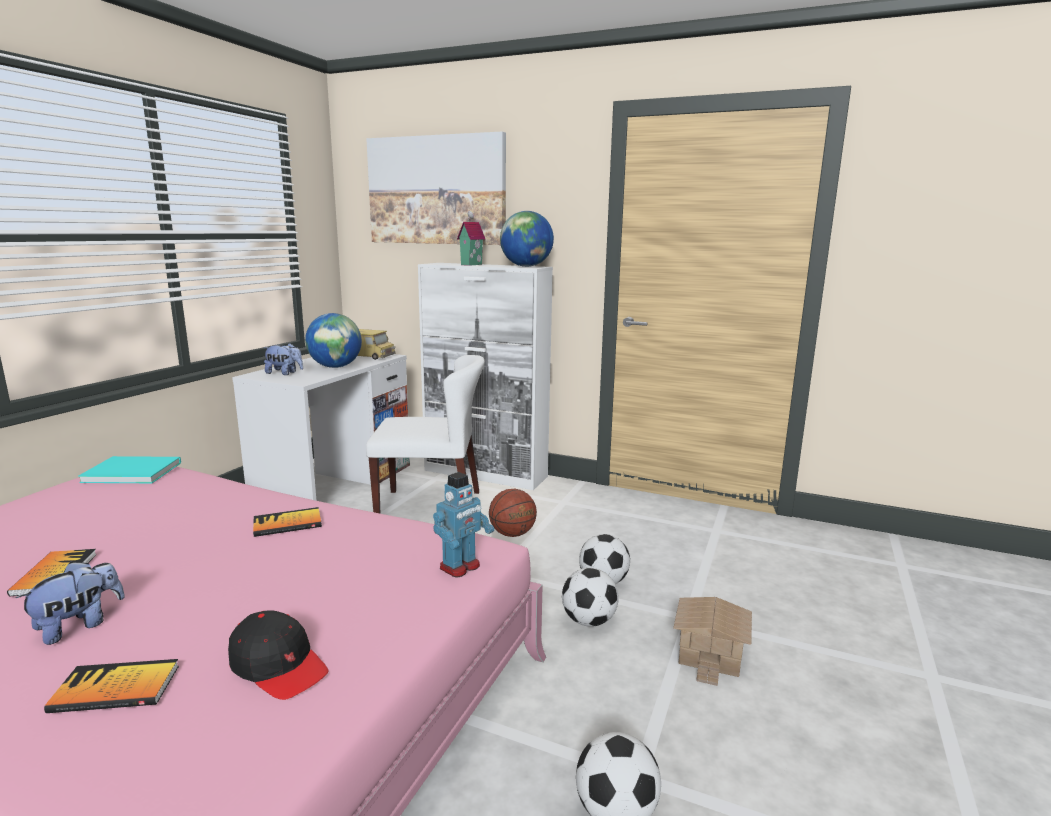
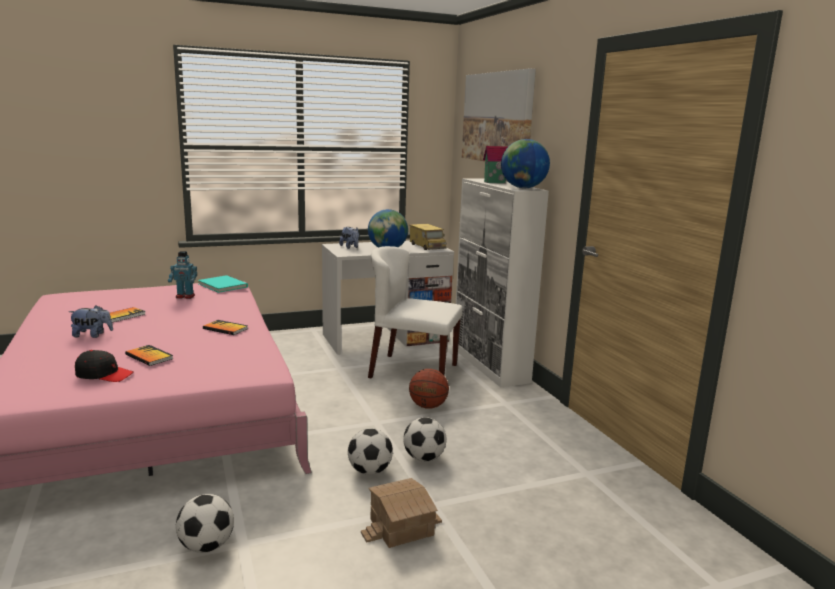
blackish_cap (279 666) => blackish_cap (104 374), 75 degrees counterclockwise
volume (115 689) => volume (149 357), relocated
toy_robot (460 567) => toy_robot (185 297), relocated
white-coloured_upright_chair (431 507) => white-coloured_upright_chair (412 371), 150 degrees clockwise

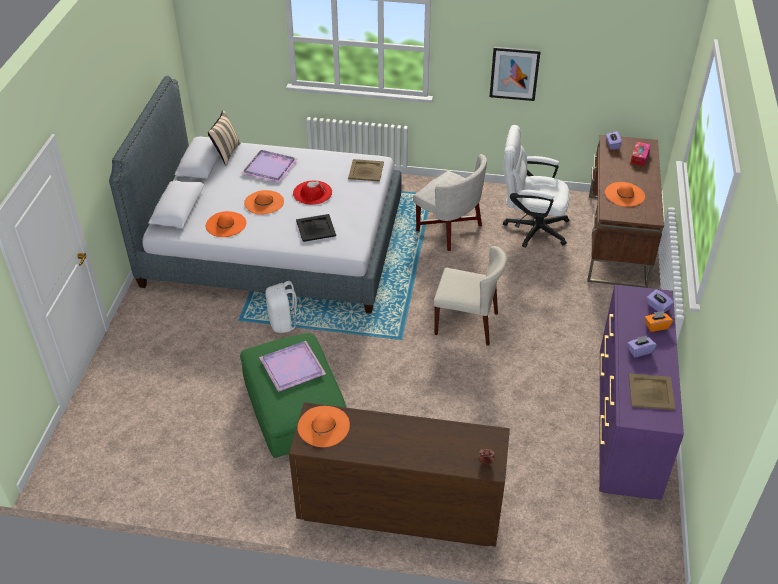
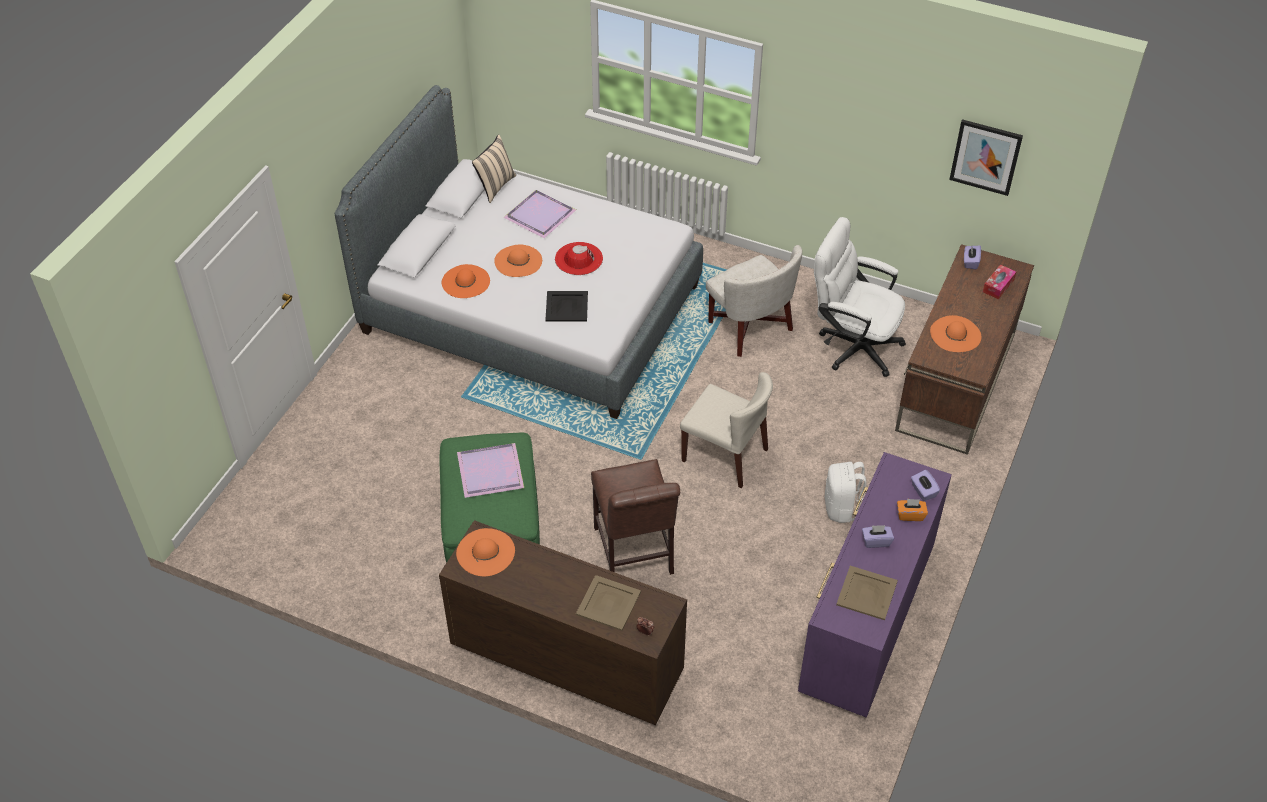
beige_tray (366 170) => beige_tray (609 603), relocated
nothing => brownish_upright_chair (634 555)
white-coloured_rucksack (284 322) => white-coloured_rucksack (842 508), relocated
wall_picture (514 73) => wall_picture (985 157), relocated

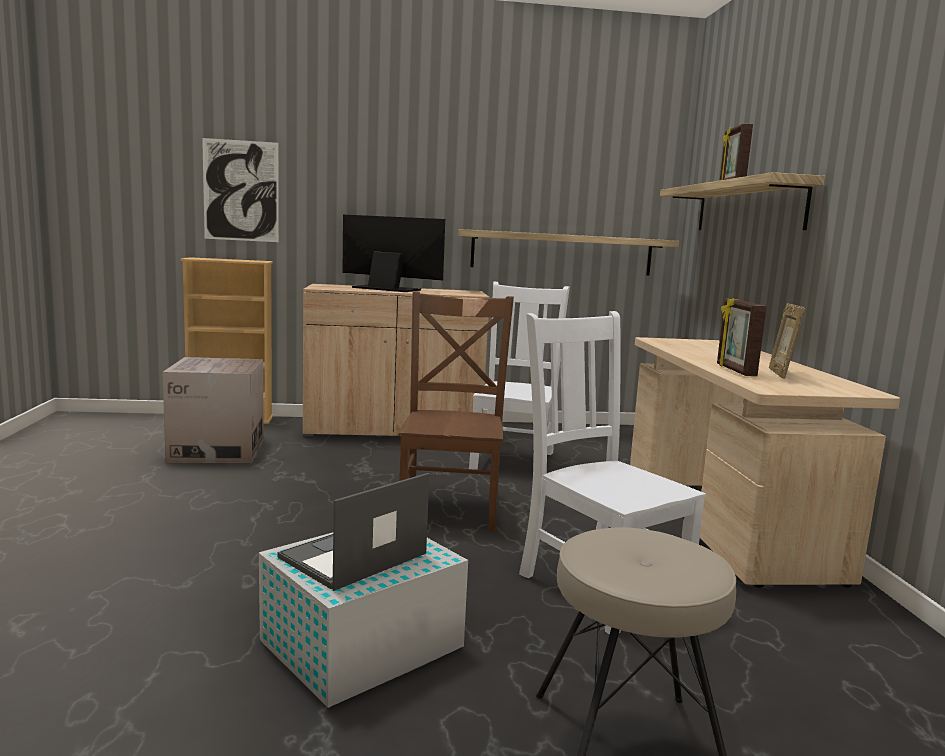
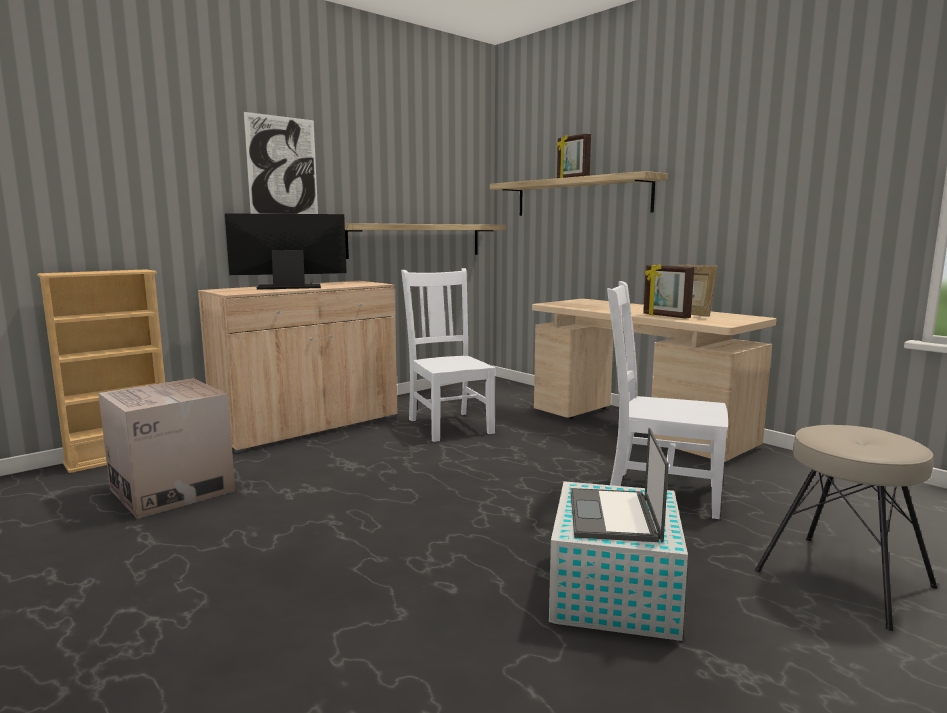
wall_picture (241 191) => wall_picture (282 166), relocated
brownish_upright_chair (451 506) => nothing

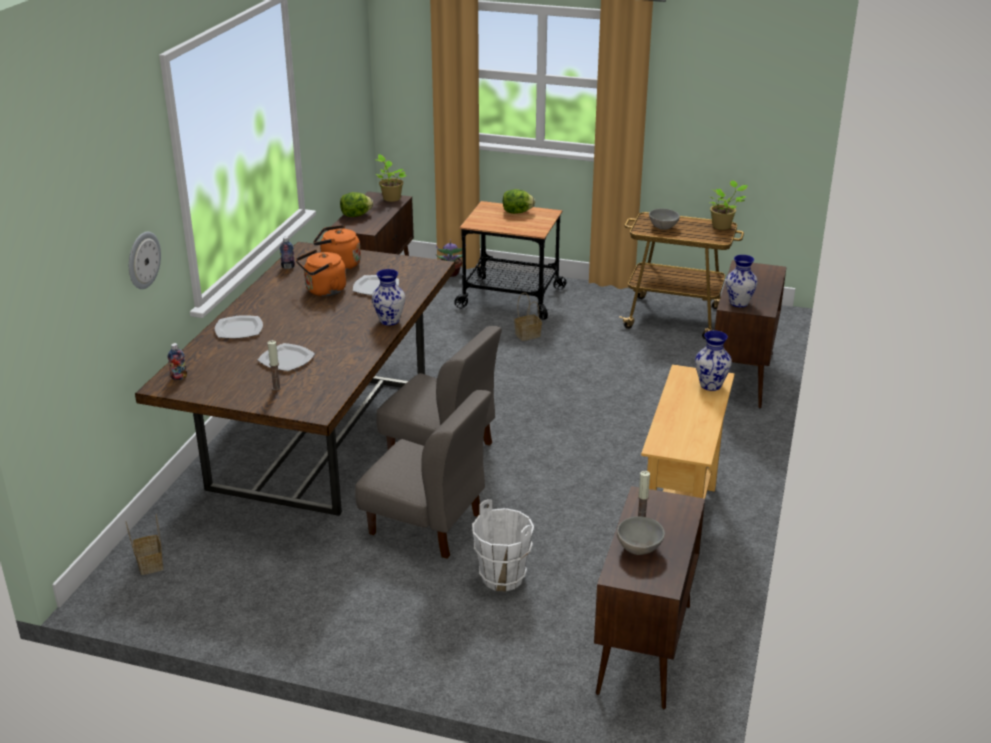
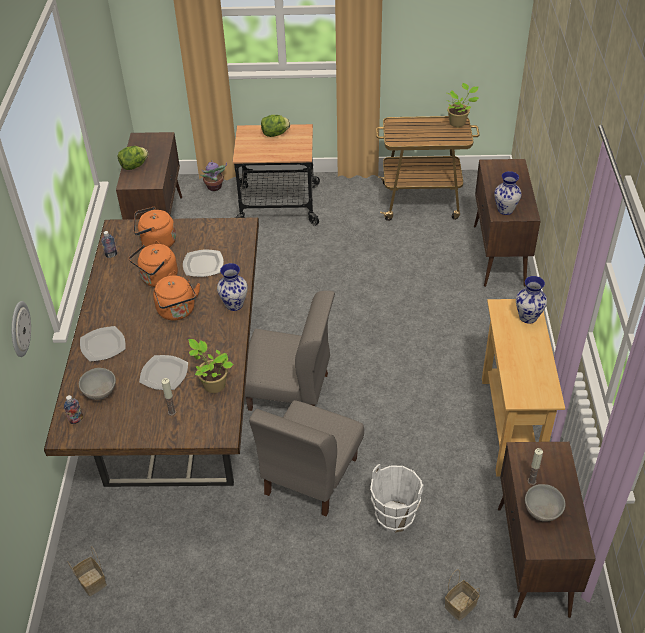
gray_serving_bowl (663 227) => gray_serving_bowl (100 392), relocated
nothing => orangey_tea_kettle (177 311)
houseplant (390 198) => houseplant (213 384), relocated
gray_upright_chair (426 524) => gray_upright_chair (310 476), 105 degrees clockwise
household_basket (527 335) => household_basket (460 607), relocated

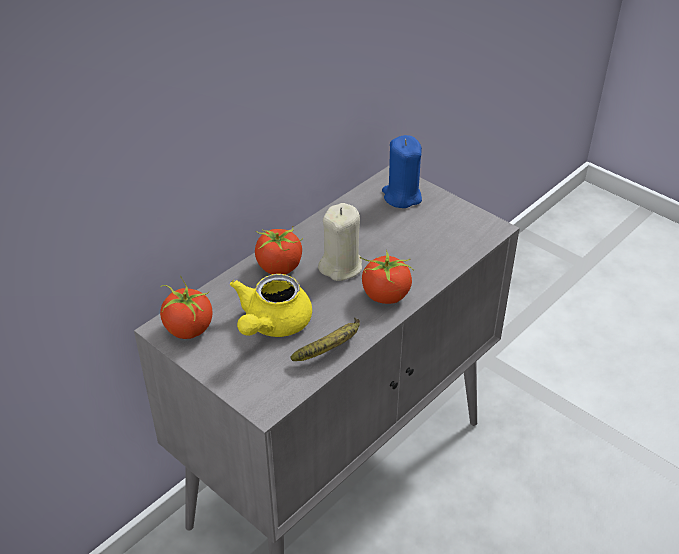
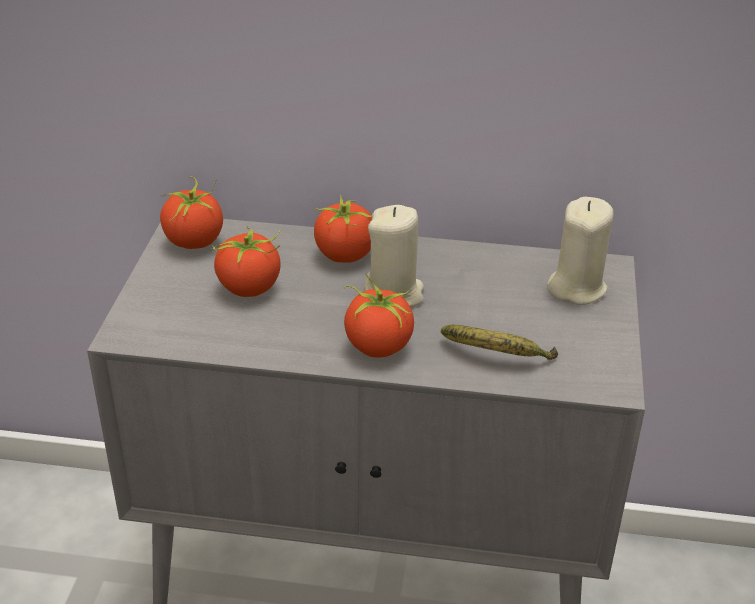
yellow-coloured_tea_pot (271 324) => tomato (250 288)
banana_fruit (332 348) => banana_fruit (496 356), relocated
bluish_candle (401 196) => beige_candle (576 287)

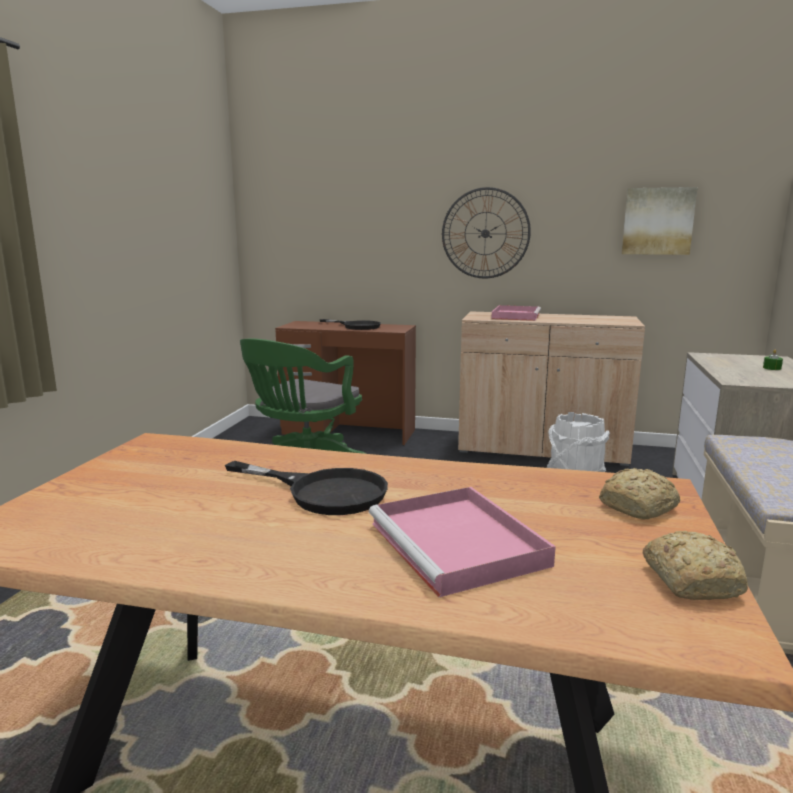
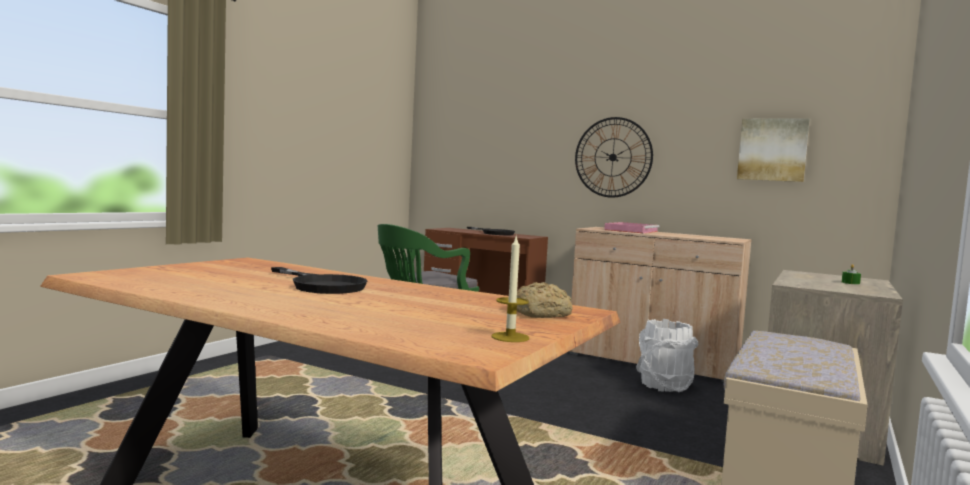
bakery_bread (691 580) => candle (510 337)
pink_tray (459 545) => nothing

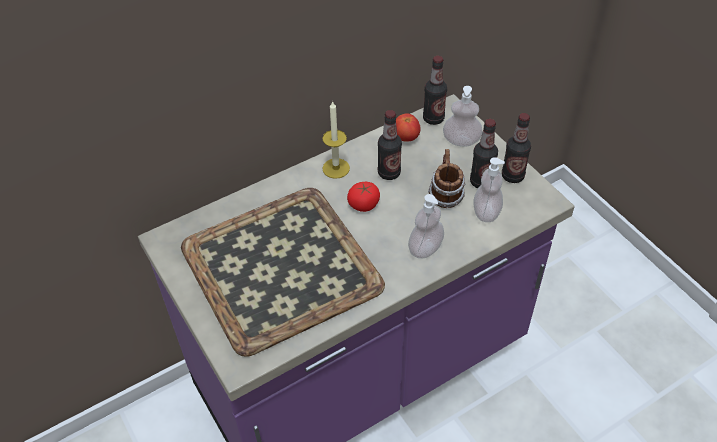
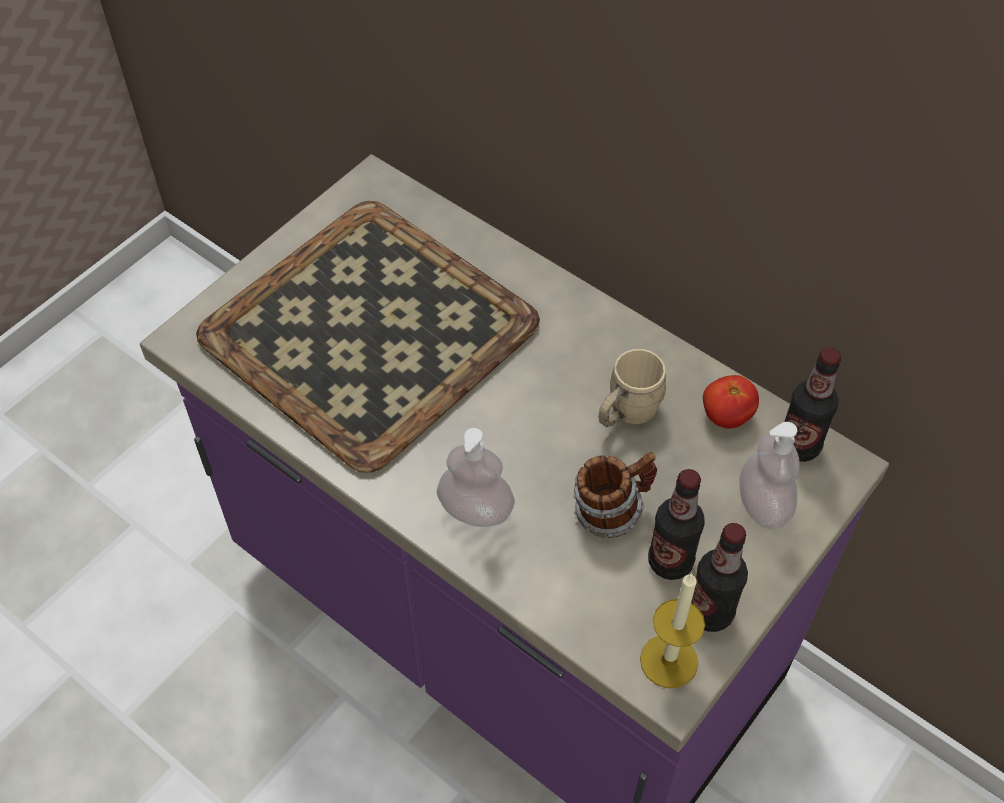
bottle (389 173) => beige_coffee_mug (626 414)
candle (336 168) => candle (669 661), relocated
tomato (363 204) => nothing
liquid_soap_bottle (486 212) => nothing

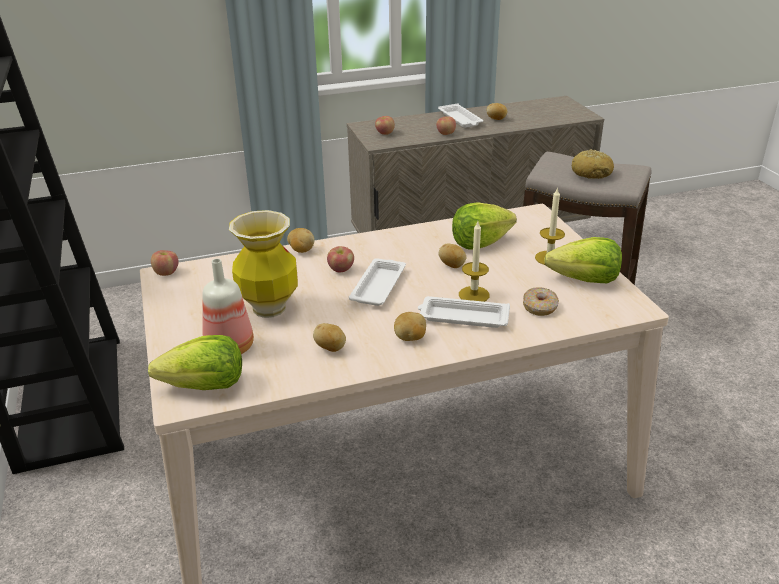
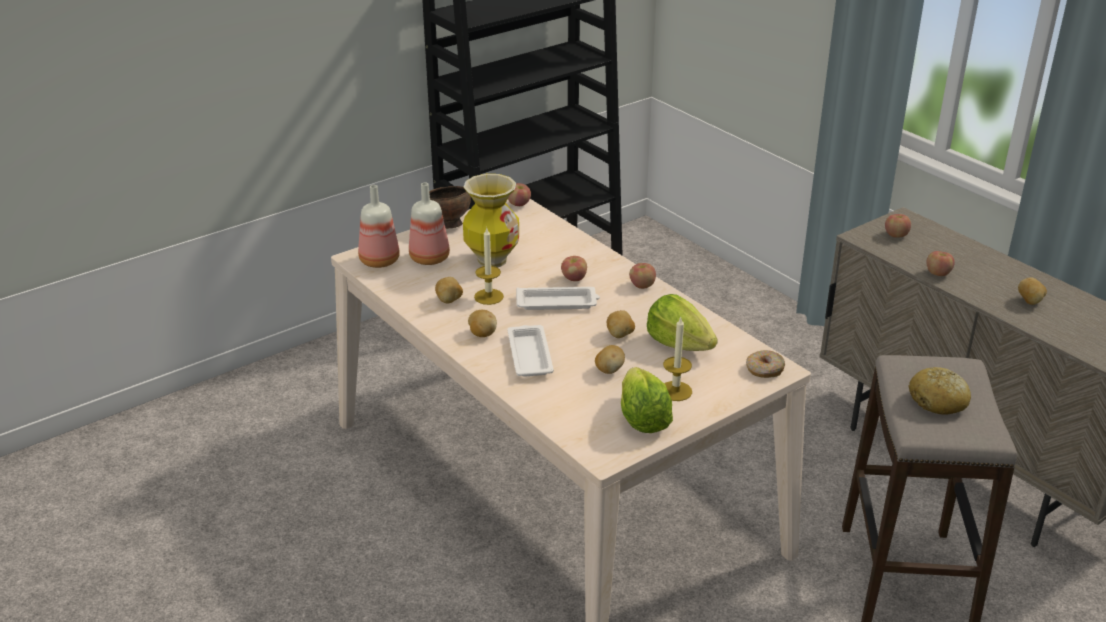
lettuce_head (205 386) => bottle (379 261)
nothing => brownish_serving_bowl (448 226)
candle (474 295) => candle (489 296), relocated
potato (301 250) => potato (609 370), relocated
nothing => whole_apple (642 285)
ring_doughnut (540 307) => ring_doughnut (764 370), relocated
white-coloured_tray (460 119) => nothing

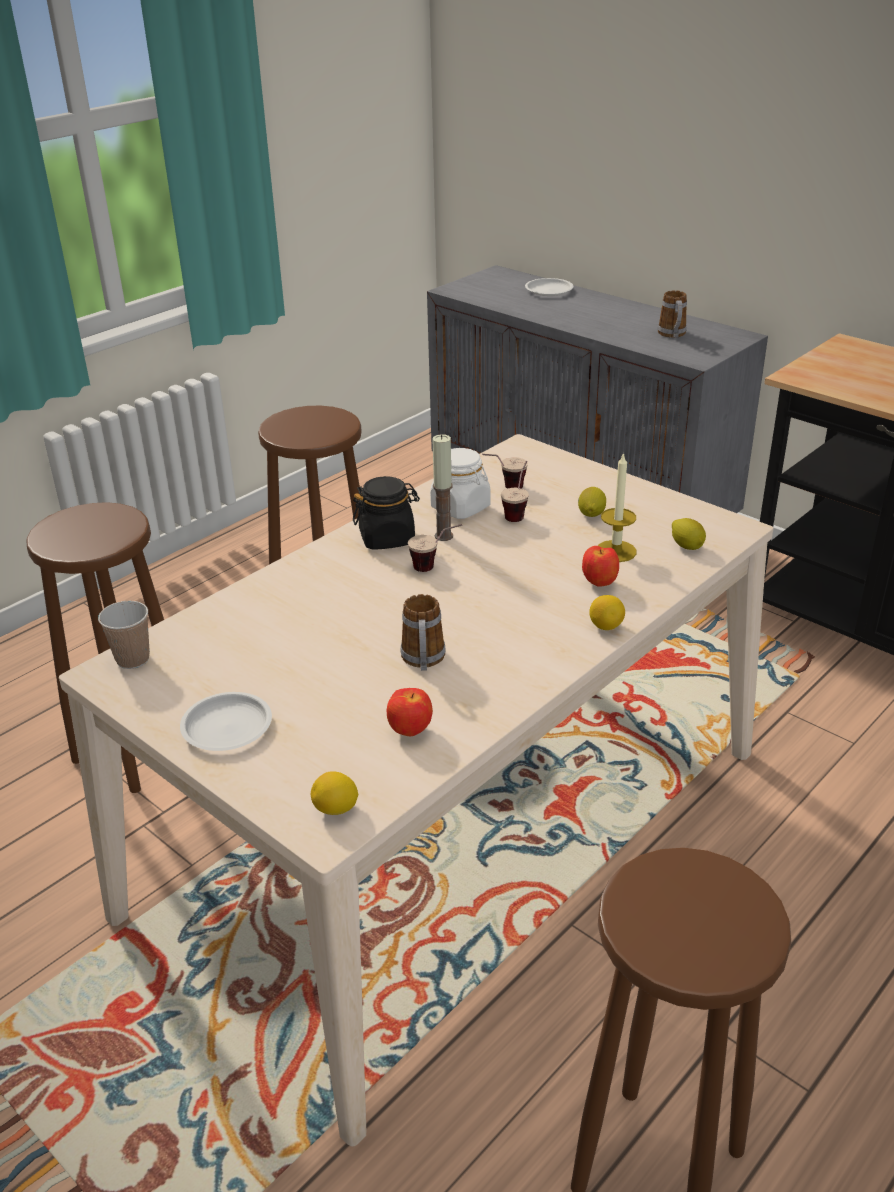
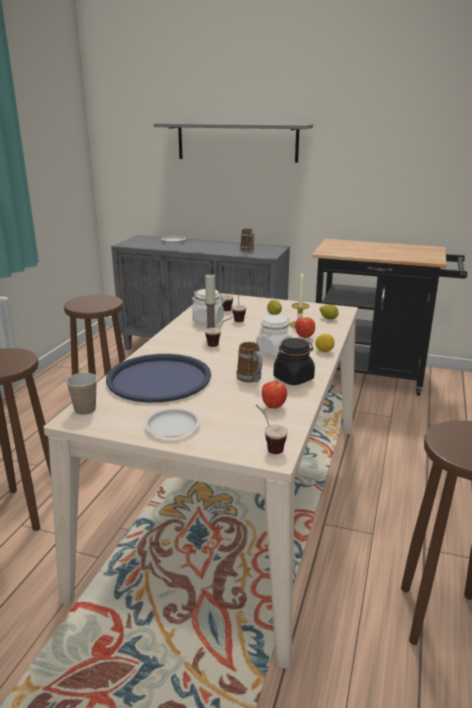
nothing => bluish_tray (159 379)
nothing => gray_shelf (237 142)
nothing => white-coloured_preserve_jar (274 351)
lemon (336 809) => cup (269 446)
blackish_preserve_jar (387 538) => blackish_preserve_jar (293 378), relocated

